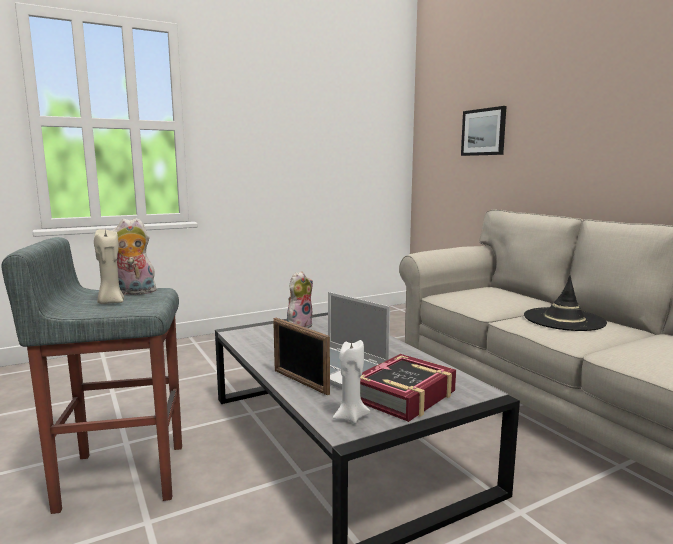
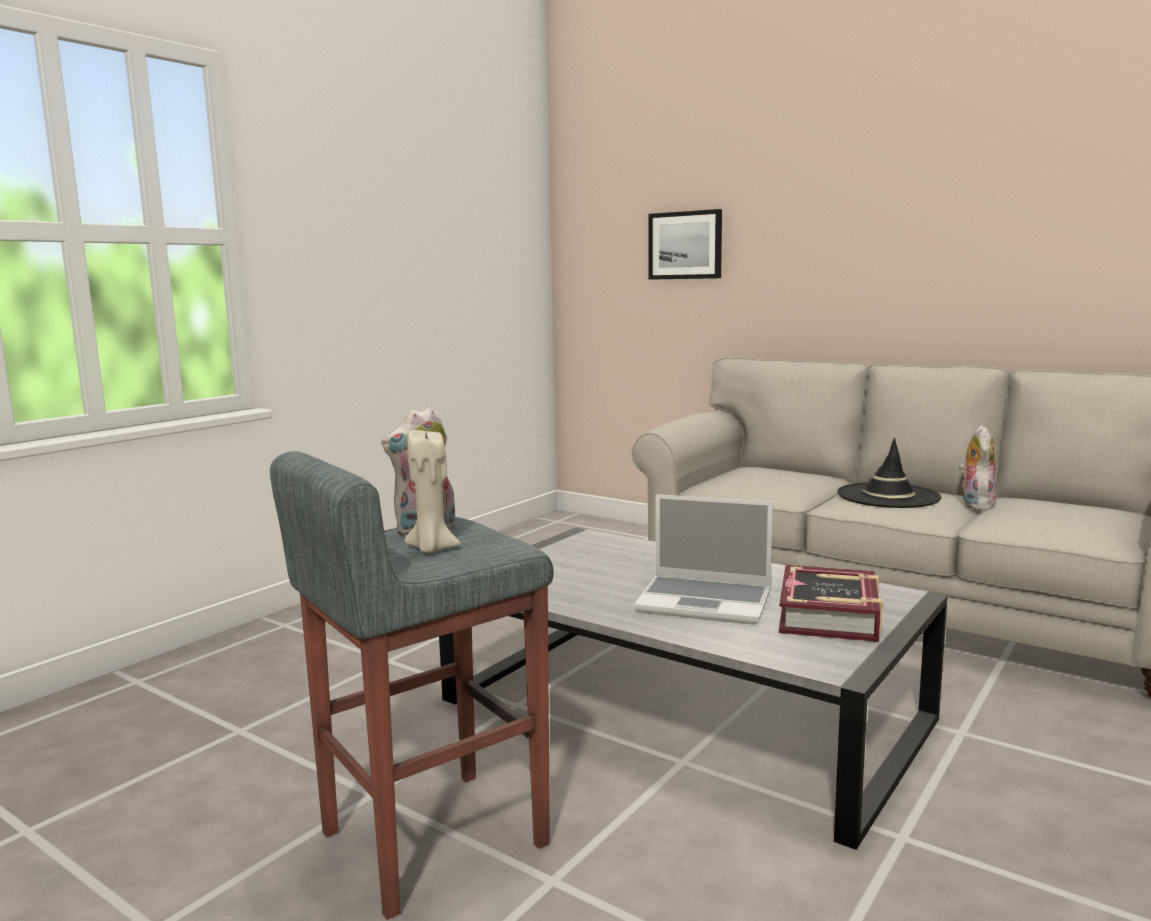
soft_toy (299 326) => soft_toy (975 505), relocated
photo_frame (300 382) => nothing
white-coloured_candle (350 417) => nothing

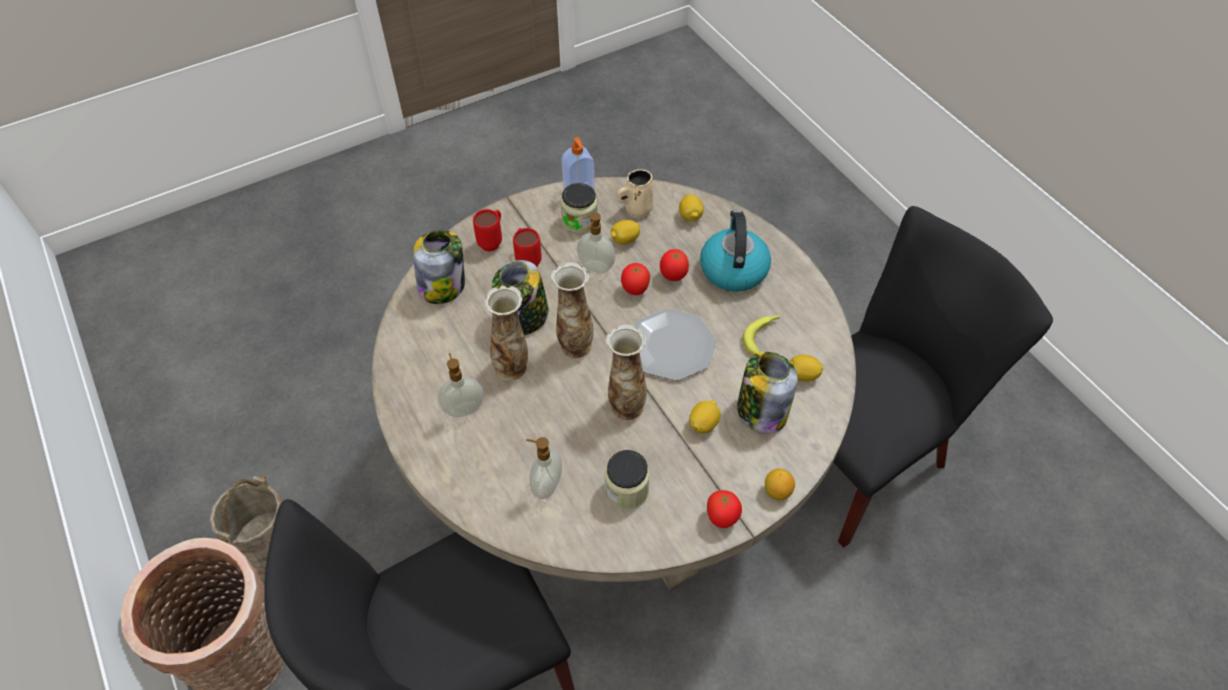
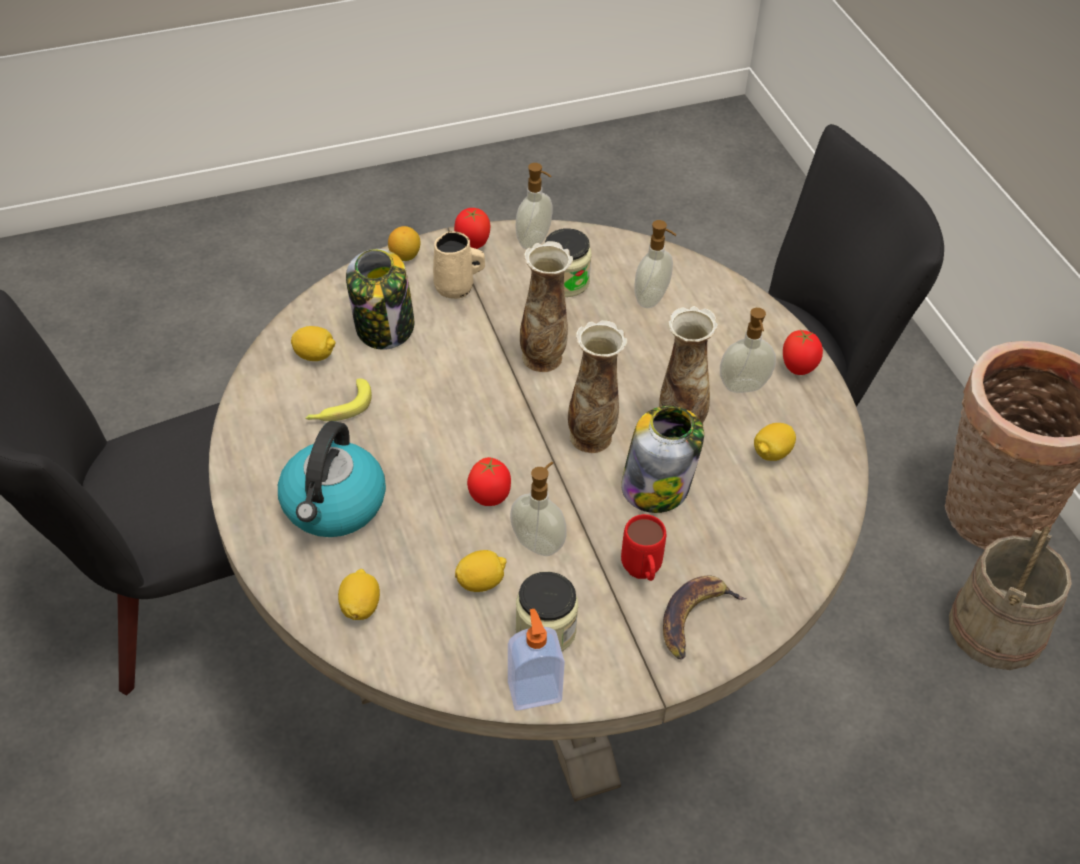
beige_coffee_mug (636 209) => beige_coffee_mug (456 288), relocated
nothing => liquid_soap_bottle (534 241)
red-coloured_coffee_mug (493 241) => banana_fruit (694 617)
lemon (703 424) => lemon (772 453), relocated
tomato (673 276) => tomato (798 368), relocated
preserve_jar (442 286) => nothing
flat_dish (672 346) => nothing

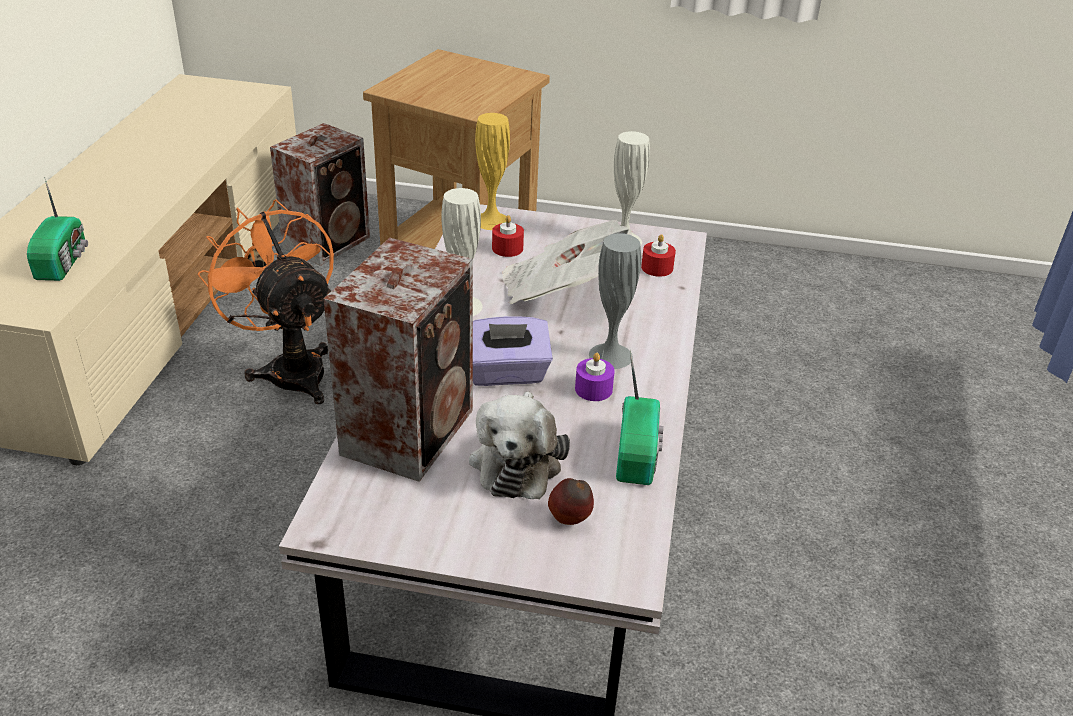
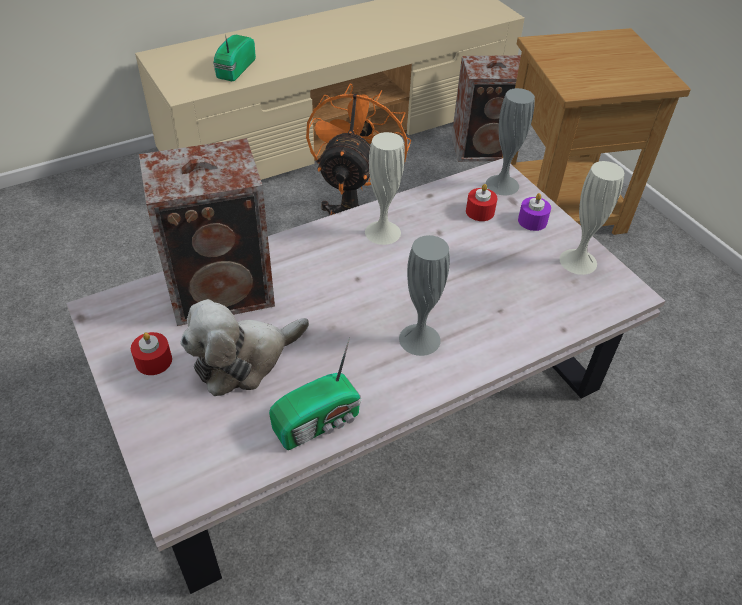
red-coloured_candle (657 268) => red-coloured_candle (154 361), relocated
radio_receiver (64 261) => radio_receiver (234 69), 150 degrees clockwise
yellow-coloured_vase (491 221) => gray_vase (502 184)
purple_candle (593 389) => purple_candle (532 221), relocated
purple_box_of_tissues (506 373) => nothing
newspaper (560 290) => nothing
whole_apple (570 520) => nothing

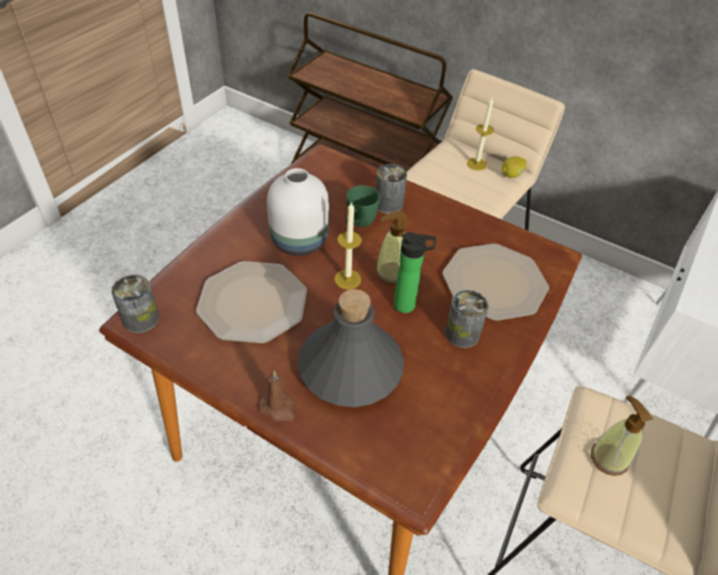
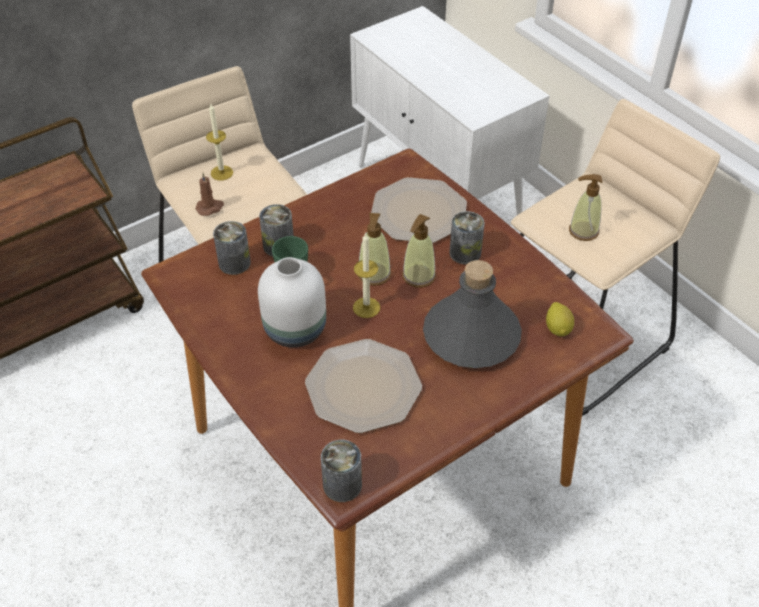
brownish_candle (279 408) => brownish_candle (210 207), relocated
nothing => metal_can (234 263)
bottle (408 305) => liquid_soap_bottle (418 276)
lemon (511 175) => lemon (558 328), relocated

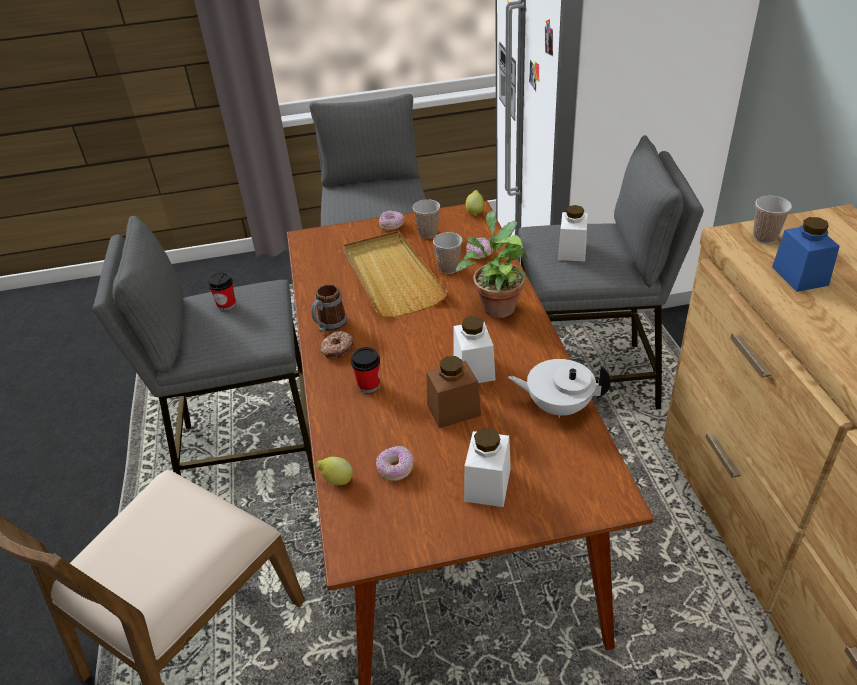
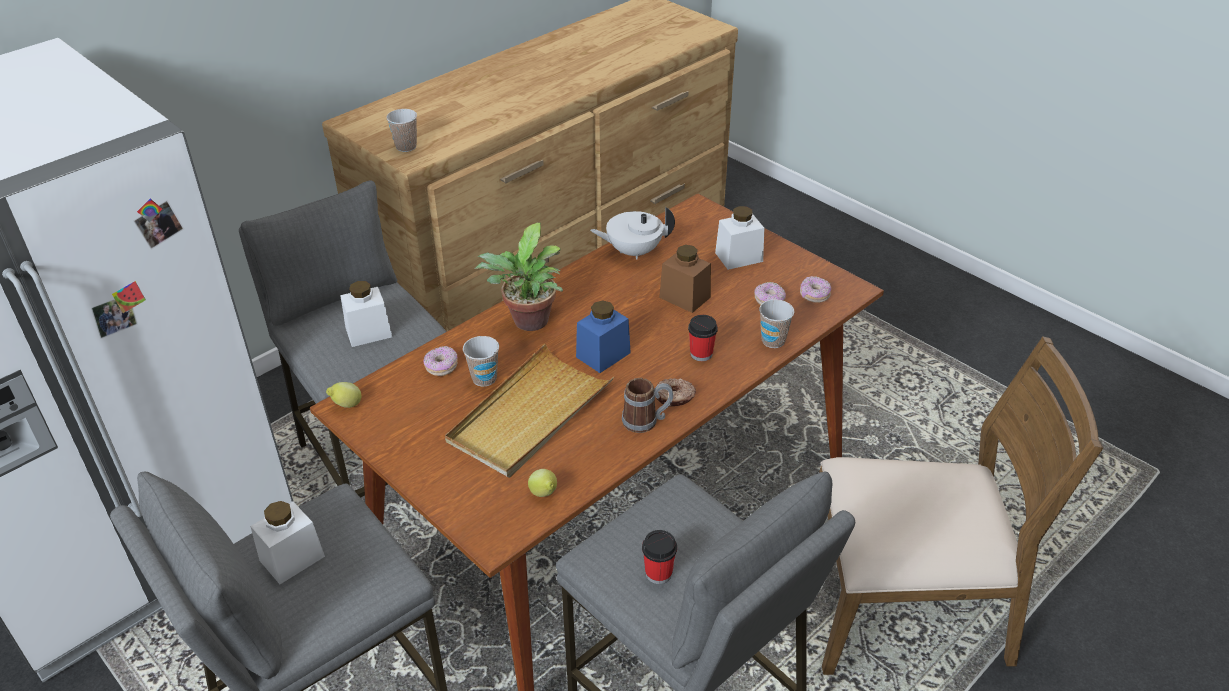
white-coloured_preserve_jar (474 369) => white-coloured_preserve_jar (292 558), relocated
lemon (337 480) => lemon (544 494), relocated
bluish_preserve_jar (799 276) => bluish_preserve_jar (603 355), relocated
white-coloured_tea_pot (558 406) => white-coloured_tea_pot (633 251), 105 degrees clockwise
cup (428 233) => cup (773 341), relocated
ring_doughnut (392 225) => ring_doughnut (814 295), relocated

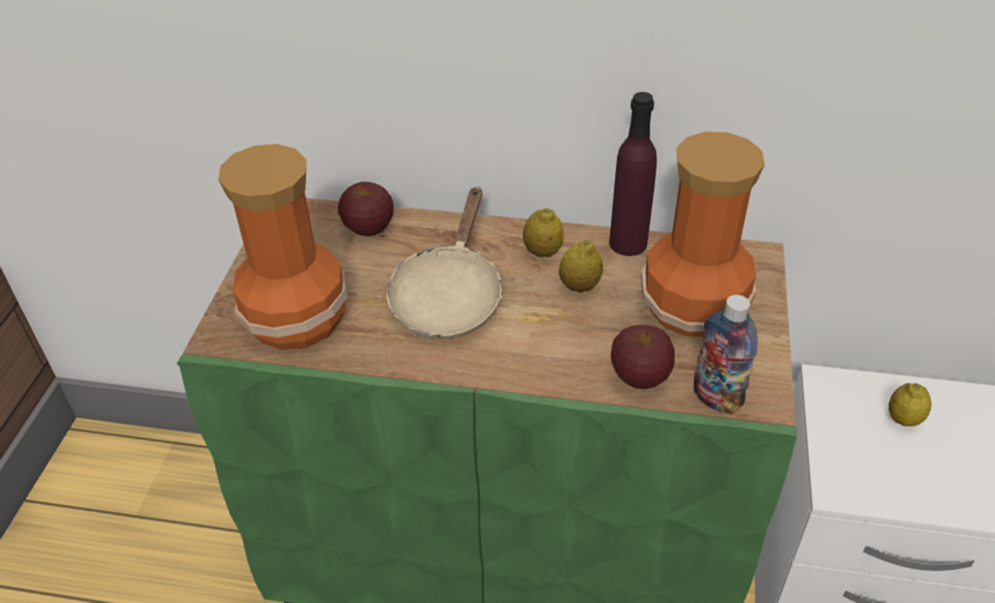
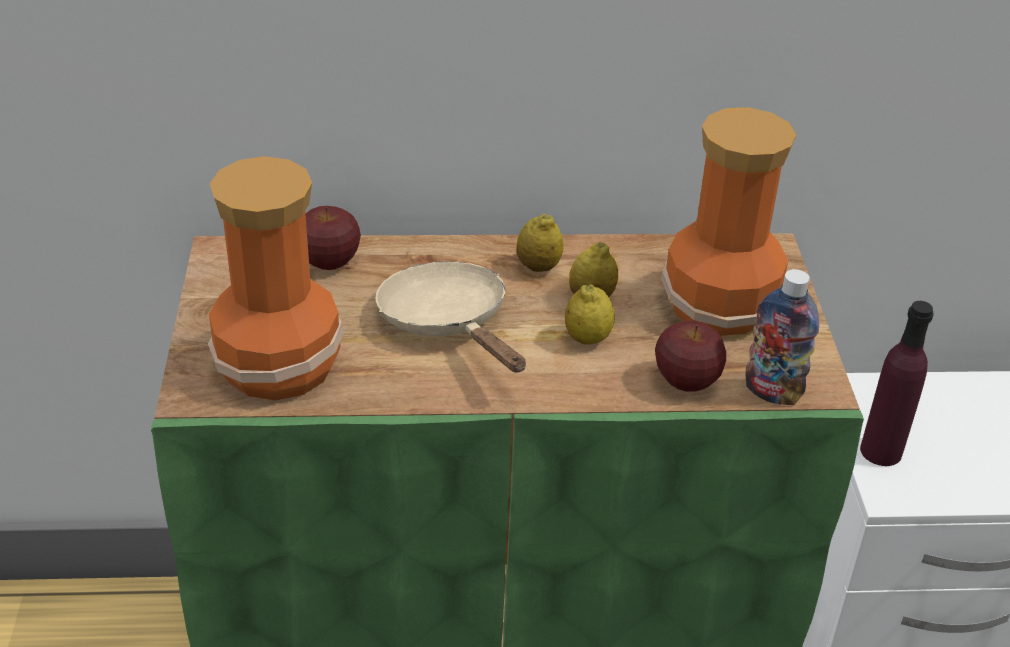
beige_pan (449 296) => beige_pan (448 323), 150 degrees clockwise
lemon (903 419) => lemon (587 338), relocated
purple_bottle (628 243) => purple_bottle (881 451), relocated

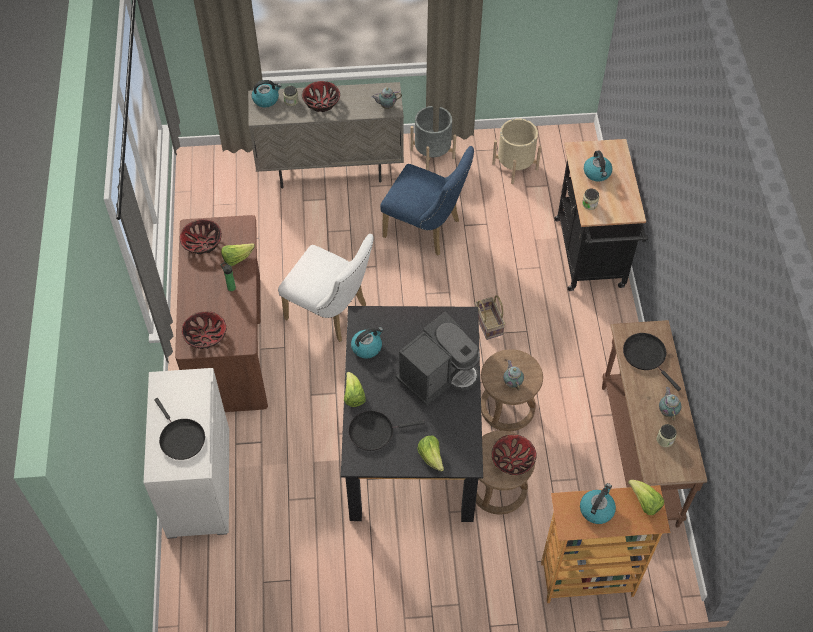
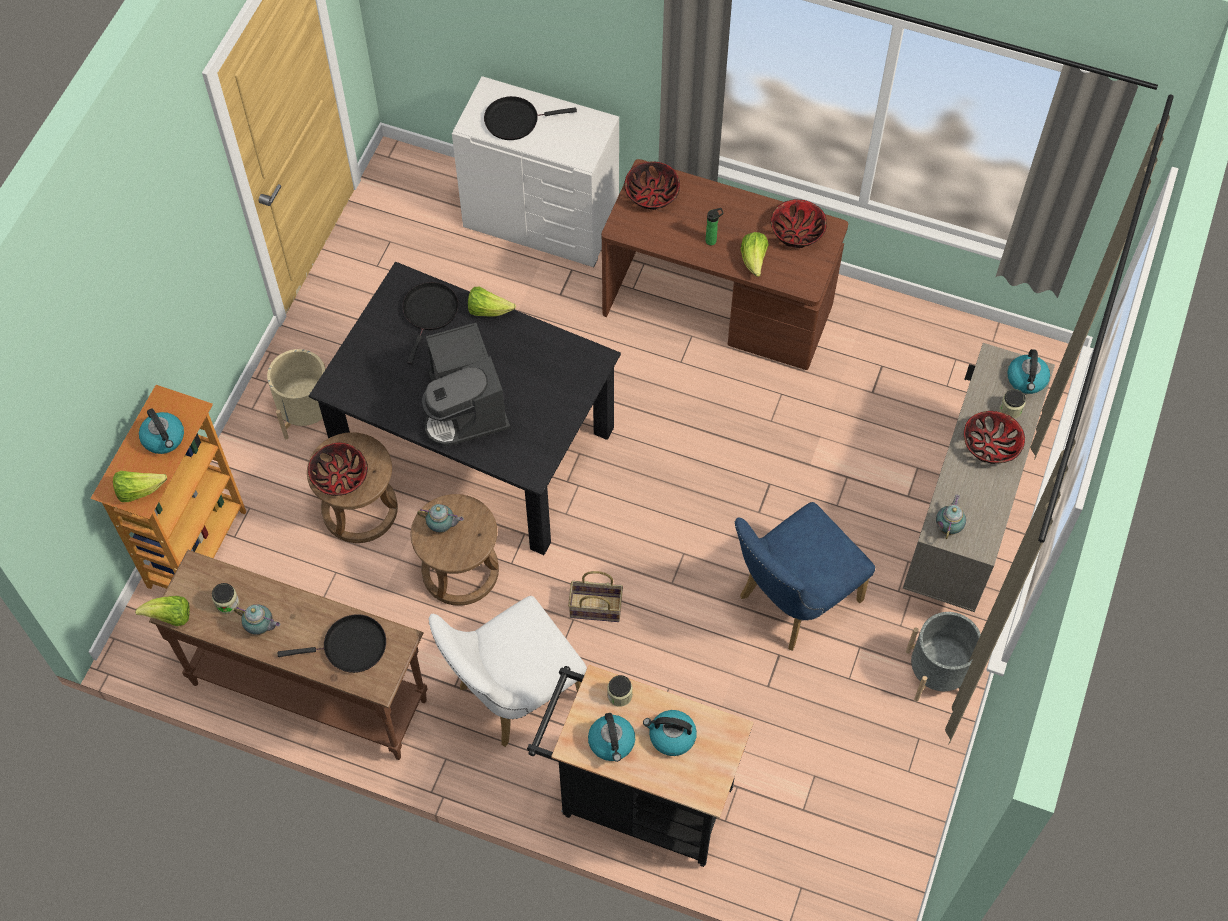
lettuce_head (431 457) => lettuce_head (170 617), relocated
beige_flower_pot (515 166) => beige_flower_pot (307 413), relocated
white-coloured_upright_chair (331 314) => white-coloured_upright_chair (512 695), relocated
tea_kettle (367 347) => tea_kettle (612 742), relocated

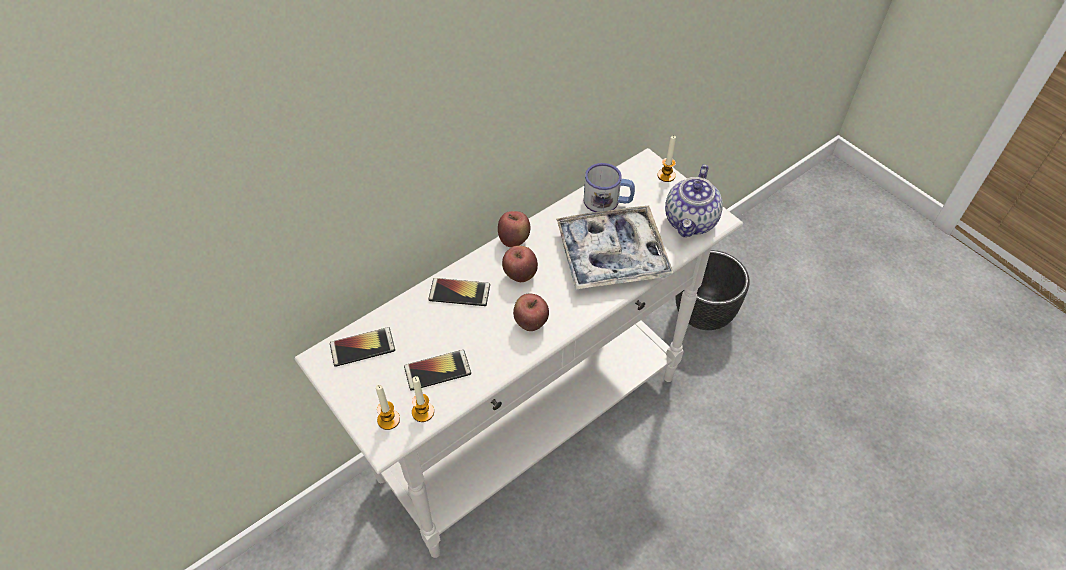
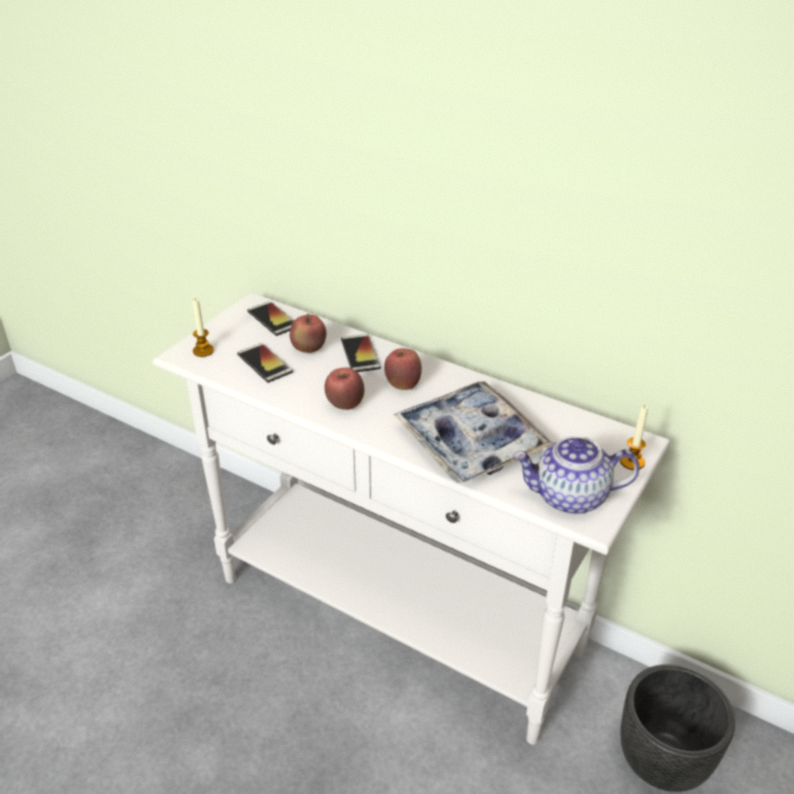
whole_apple (514 240) => whole_apple (309 350), relocated
candle (423 412) => nothing
coffee_mug (607 201) => nothing

